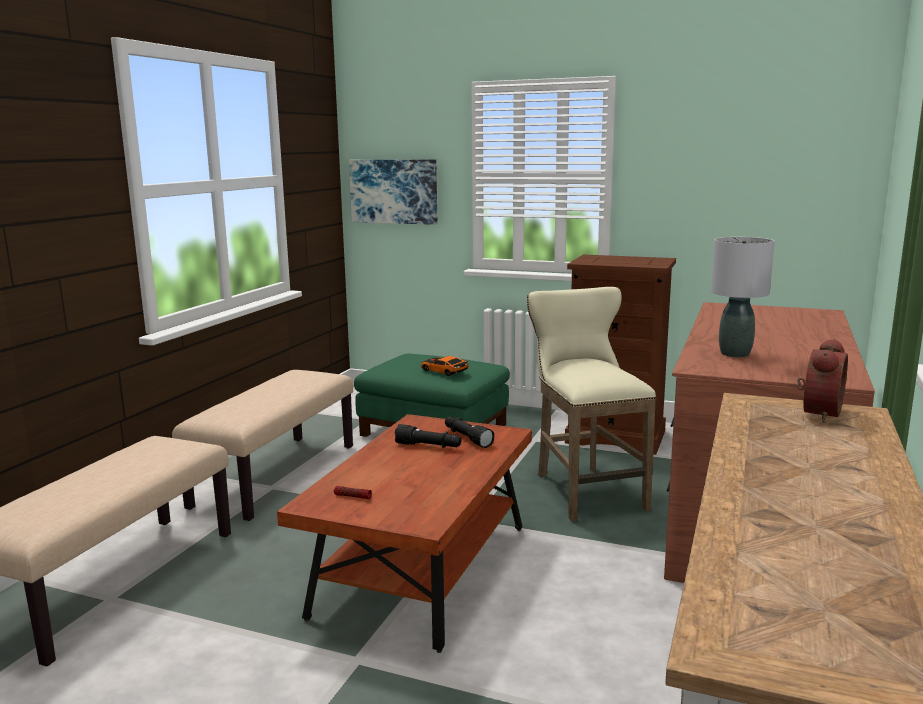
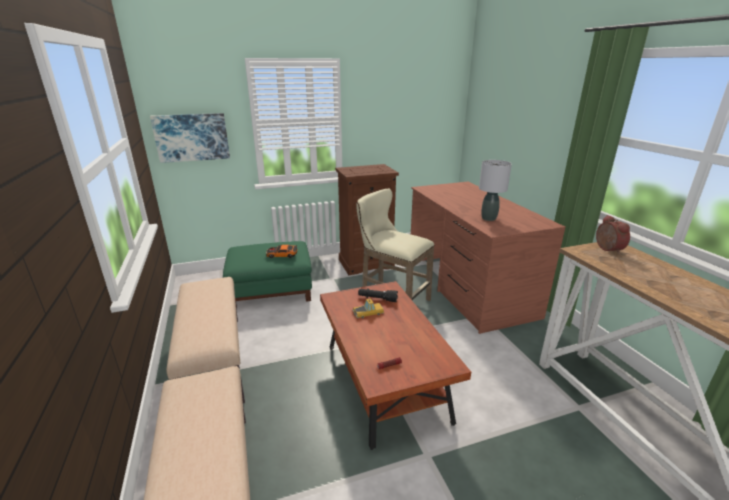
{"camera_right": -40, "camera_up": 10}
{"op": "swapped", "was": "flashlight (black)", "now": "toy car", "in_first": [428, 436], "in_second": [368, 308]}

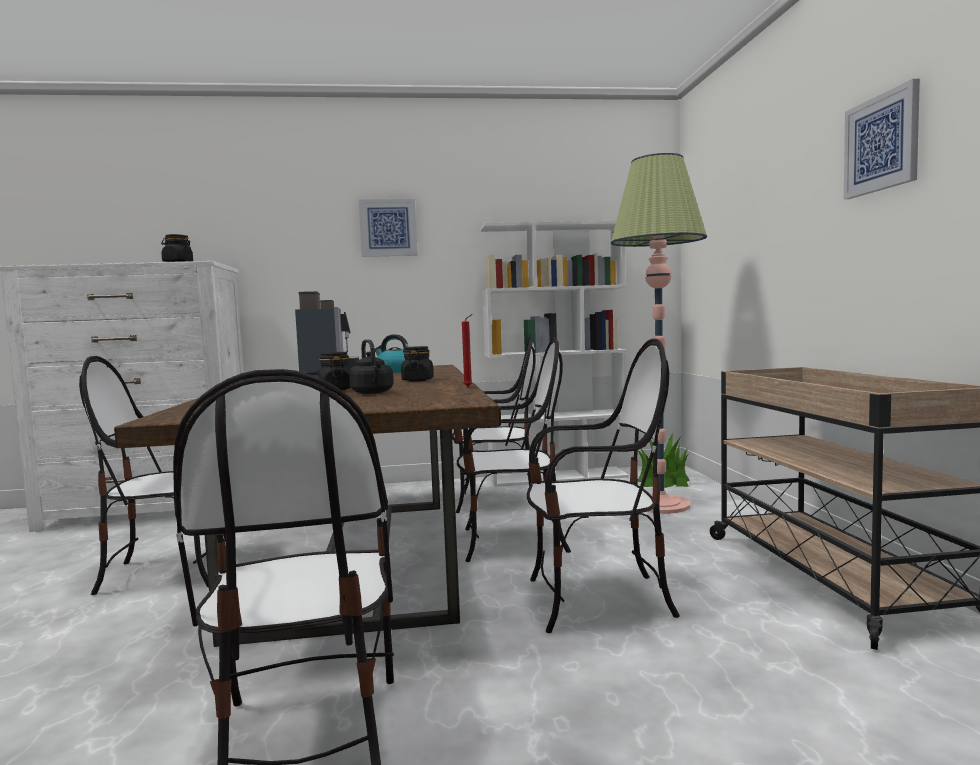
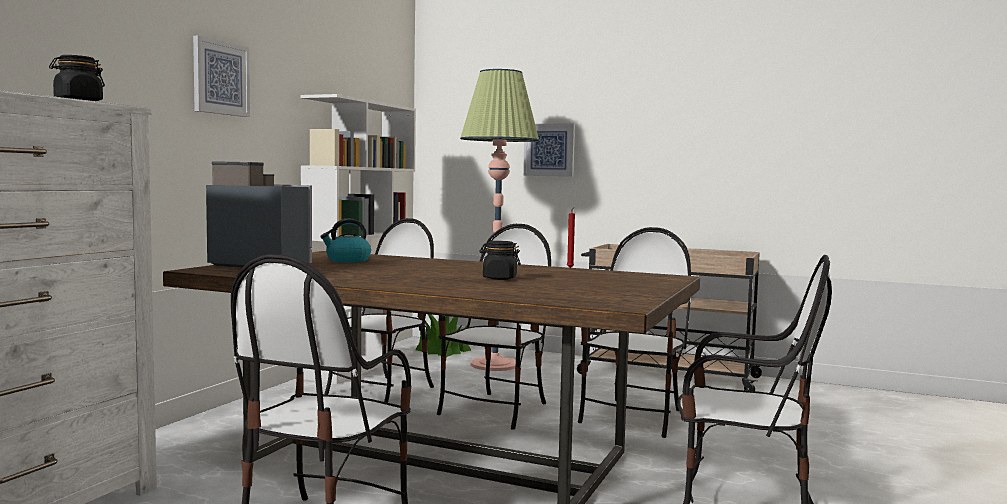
{"camera_right": -60, "camera_up": 0}
{"op": "shifted", "was": "picture", "in_first": [882, 139], "in_second": [549, 150]}
{"op": "gone", "was": "kettle (black)", "in_first": [371, 366]}
{"op": "gone", "was": "jar (black)", "in_first": [417, 364]}

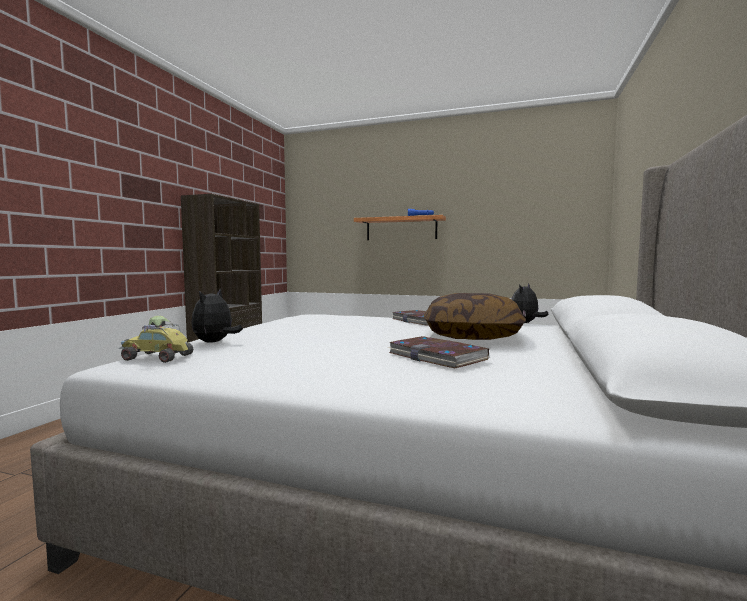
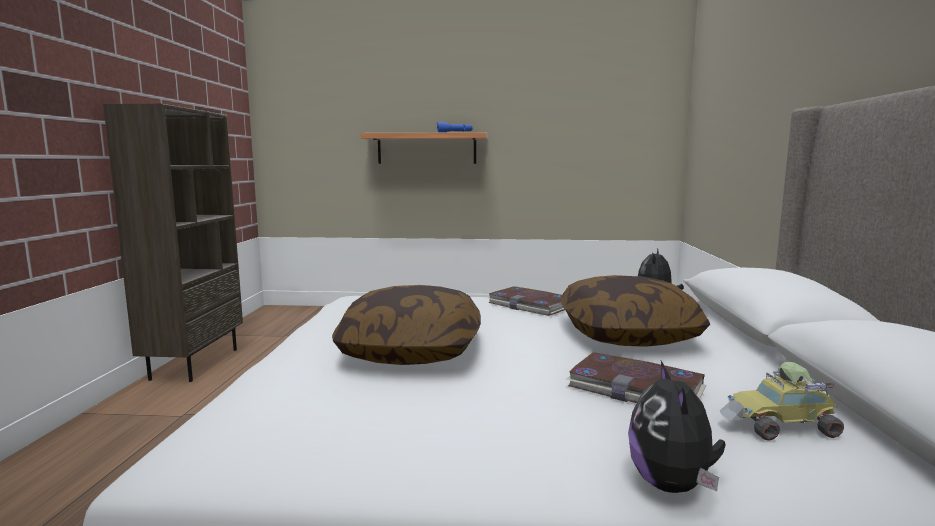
{"camera_right": -15, "camera_up": 5}
{"op": "new", "now": "pillow", "in_second": [406, 325]}
{"op": "shifted", "was": "plush toy", "in_first": [217, 315], "in_second": [677, 427]}
{"op": "shifted", "was": "toy car", "in_first": [156, 339], "in_second": [782, 401]}

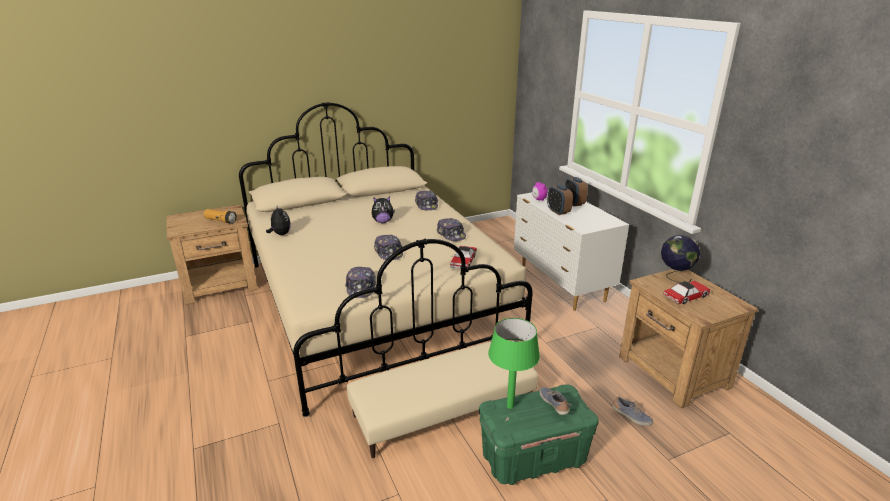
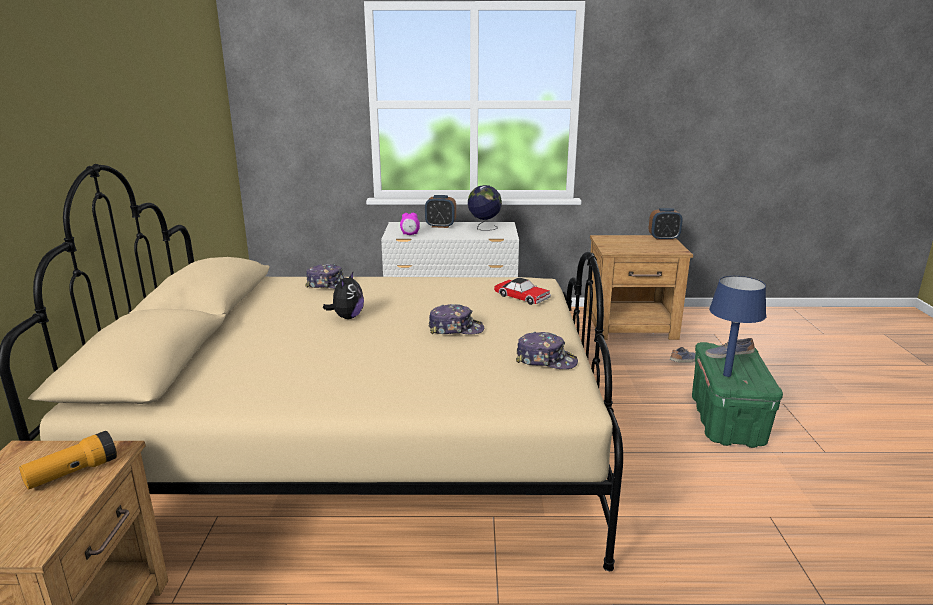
{"camera_right": -65, "camera_up": -5}
{"op": "shifted", "was": "globe", "in_first": [680, 259], "in_second": [485, 208]}
{"op": "shifted", "was": "alarm clock", "in_first": [560, 199], "in_second": [666, 224]}
{"op": "repainted", "was": "table lamp (green)", "now": "table lamp (blue)", "in_first": [514, 363], "in_second": [737, 326]}
{"op": "gone", "was": "plush toy", "in_first": [278, 220]}
{"op": "gone", "was": "ottoman (beige)", "in_first": [442, 400]}
{"op": "gone", "was": "cap", "in_first": [451, 229]}
{"op": "gone", "was": "toy car", "in_first": [687, 292]}

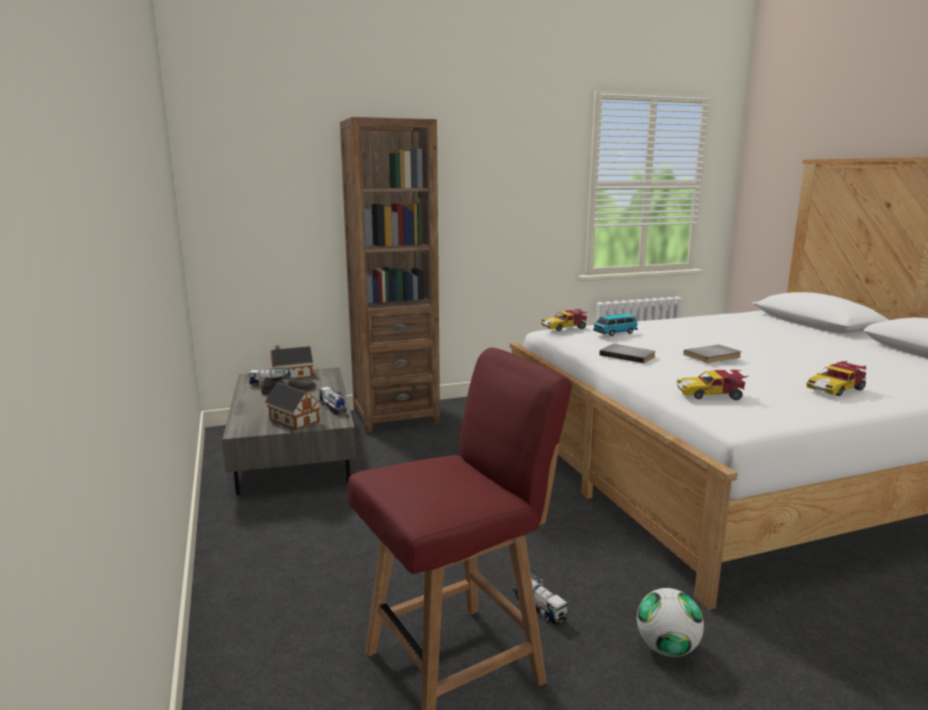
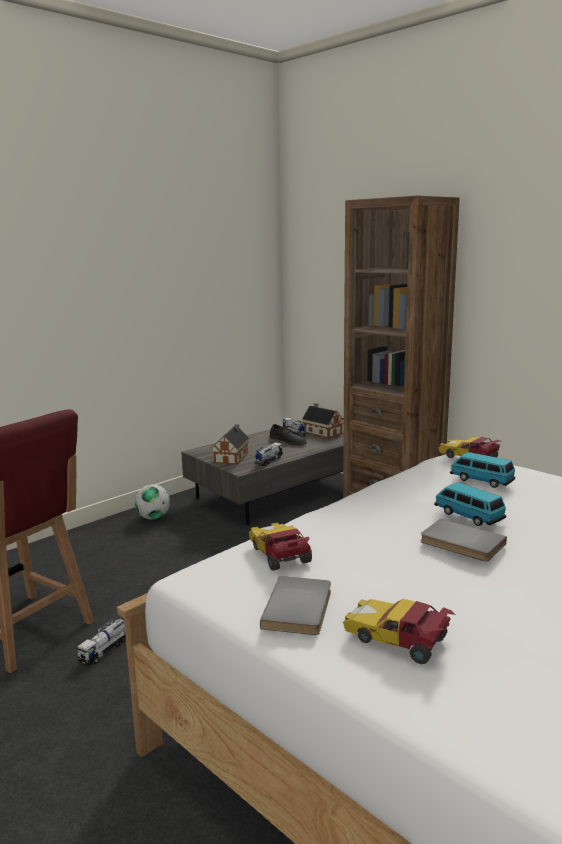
{"camera_right": 65, "camera_up": 0}
{"op": "shifted", "was": "football", "in_first": [670, 622], "in_second": [152, 502]}
{"op": "shifted", "was": "book (grey)", "in_first": [627, 353], "in_second": [295, 605]}
{"op": "new", "now": "toy car", "in_second": [470, 504]}

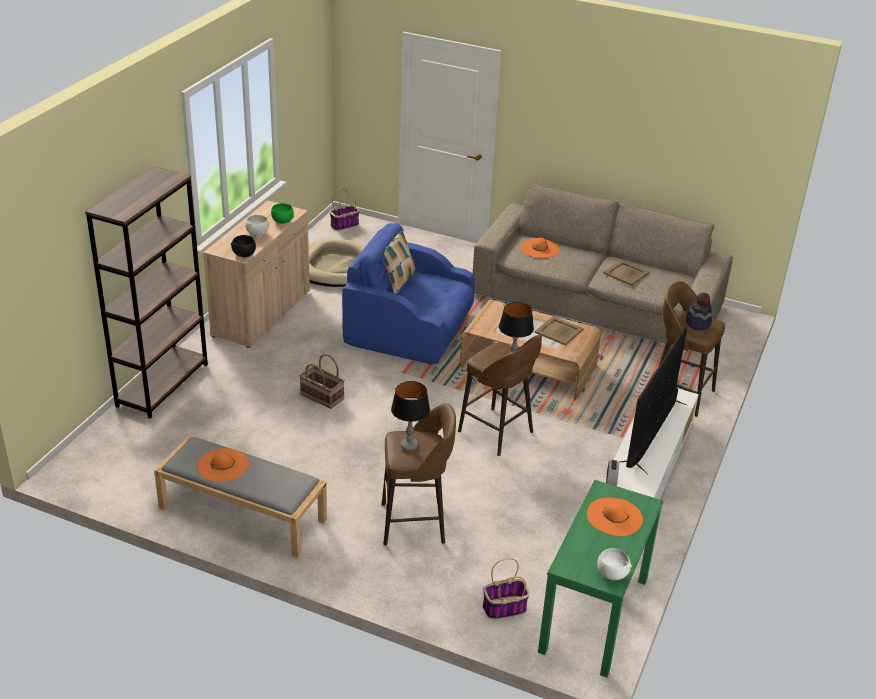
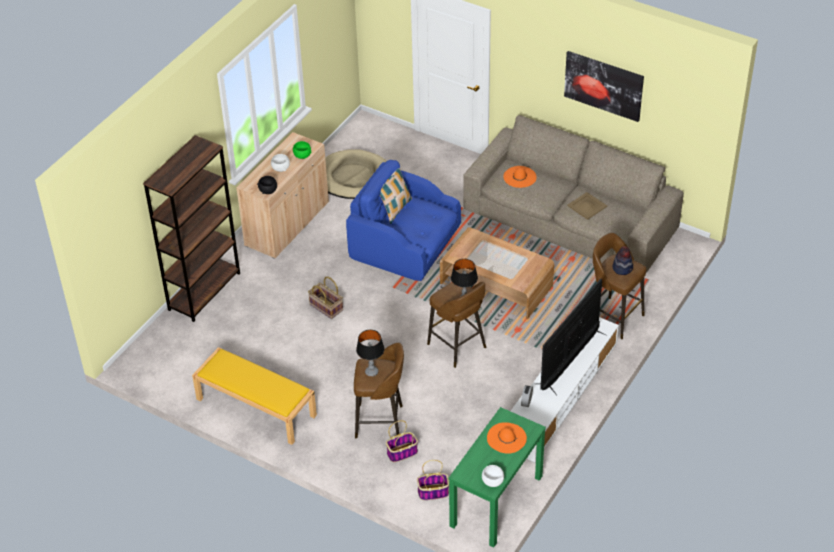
{"camera_right": 10, "camera_up": 10}
{"op": "repainted", "was": "bench (grey)", "now": "bench (yellow)", "in_first": [240, 497], "in_second": [254, 396]}
{"op": "shifted", "was": "basket", "in_first": [345, 209], "in_second": [402, 441]}
{"op": "new", "now": "picture", "in_second": [604, 86]}
{"op": "gone", "was": "hat (orange)", "in_first": [223, 465]}
{"op": "gone", "was": "tray (beige)", "in_first": [559, 330]}

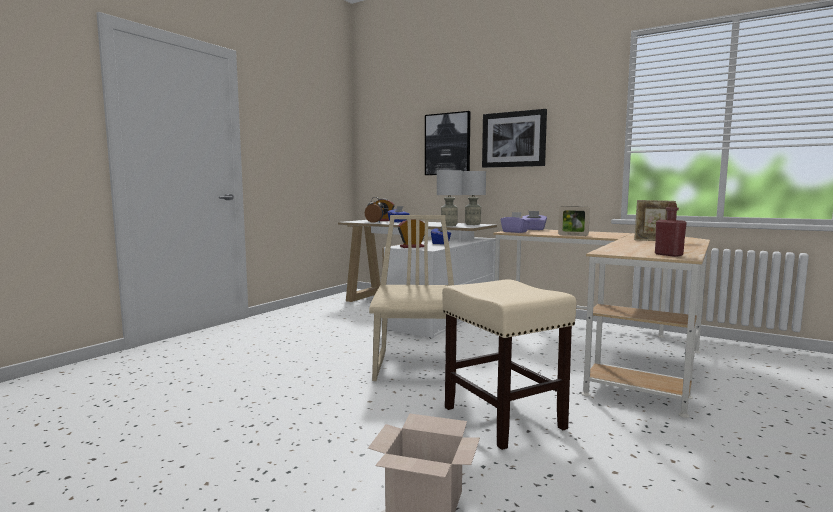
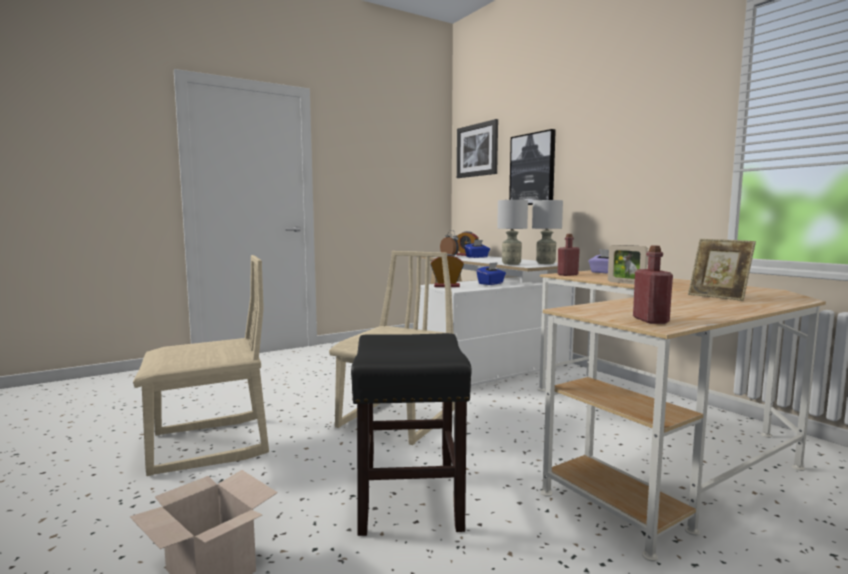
{"camera_right": 25, "camera_up": 0}
{"op": "new", "now": "chair (beige)", "in_second": [201, 365]}
{"op": "repainted", "was": "stool (beige)", "now": "stool (black)", "in_first": [509, 364], "in_second": [411, 434]}
{"op": "shifted", "was": "picture", "in_first": [514, 138], "in_second": [477, 148]}
{"op": "swapped", "was": "tissue box (purple)", "now": "bottle (red)", "in_first": [515, 222], "in_second": [569, 255]}

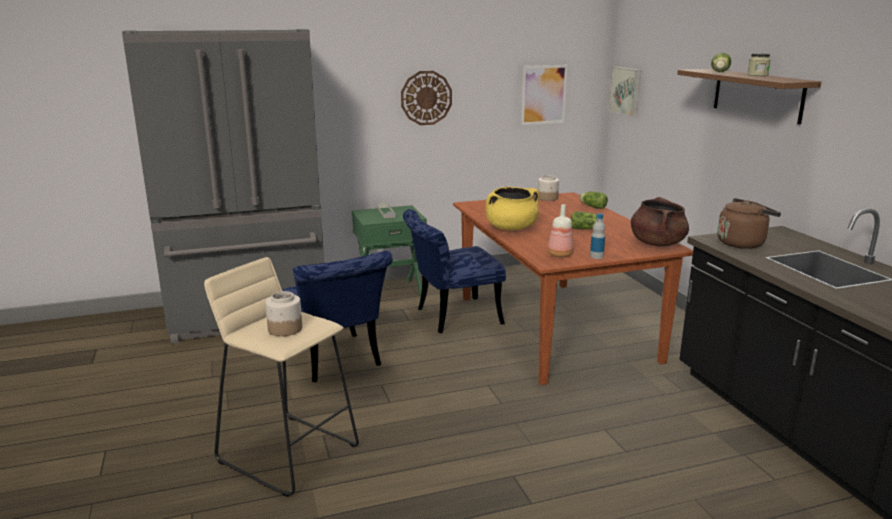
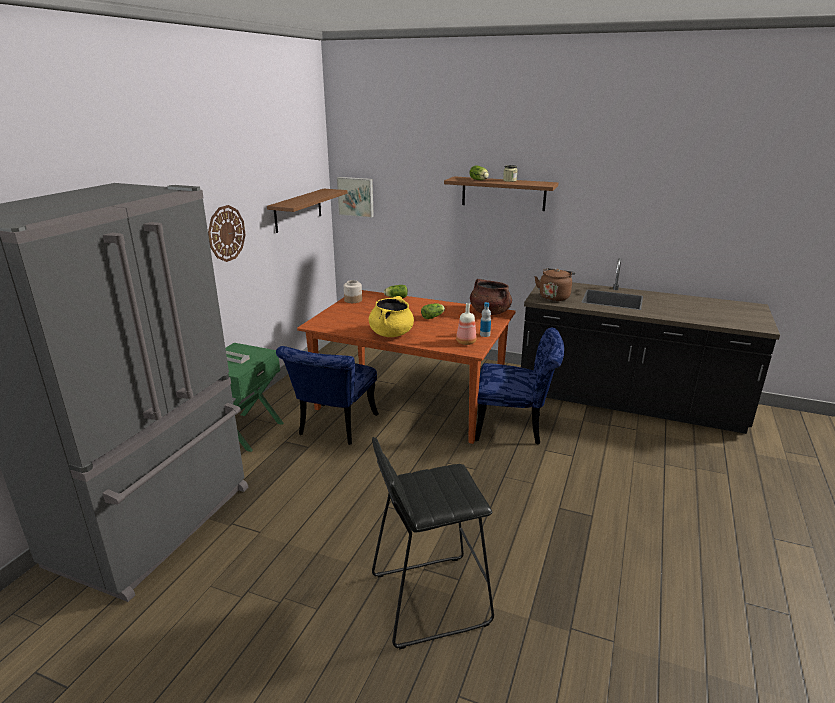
{"camera_right": -50, "camera_up": 5}
{"op": "swapped", "was": "picture", "now": "shelf (brown)", "in_first": [544, 95], "in_second": [307, 211]}
{"op": "repainted", "was": "stool (beige)", "now": "stool (black)", "in_first": [281, 377], "in_second": [433, 543]}
{"op": "shifted", "was": "chair (blue)", "in_first": [337, 316], "in_second": [519, 386]}
{"op": "gone", "was": "jar", "in_first": [283, 313]}

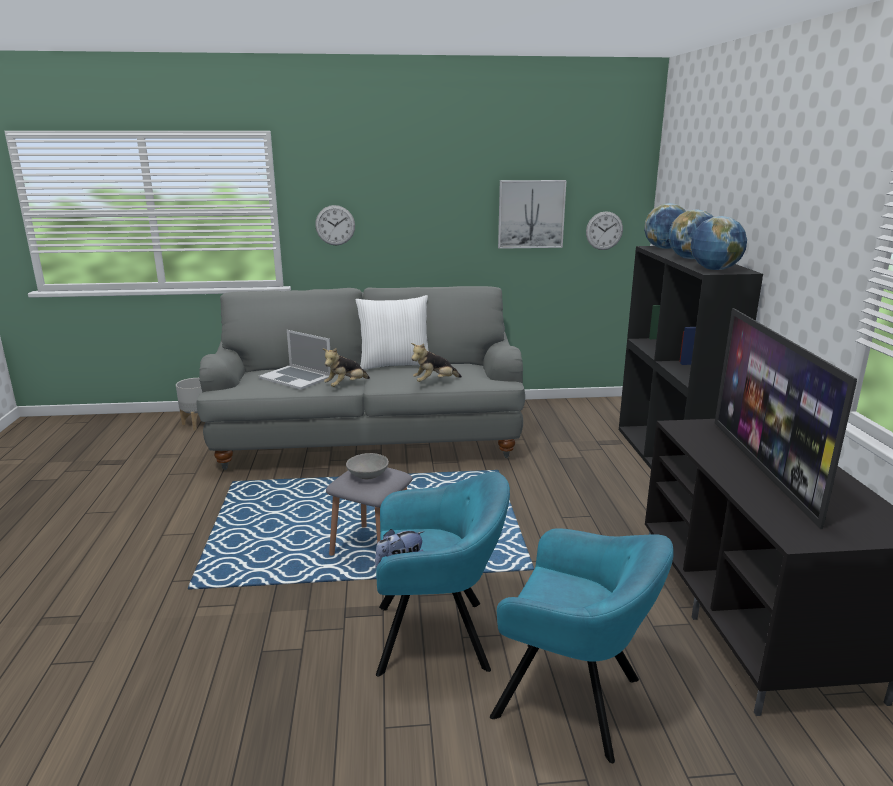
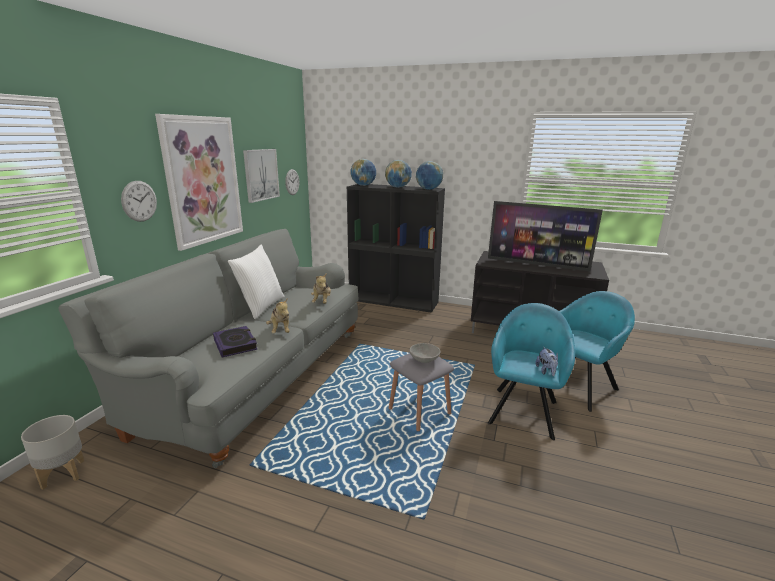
{"camera_right": -65, "camera_up": 0}
{"op": "new", "now": "picture", "in_second": [199, 182]}
{"op": "swapped", "was": "laptop", "now": "book", "in_first": [295, 360], "in_second": [235, 342]}

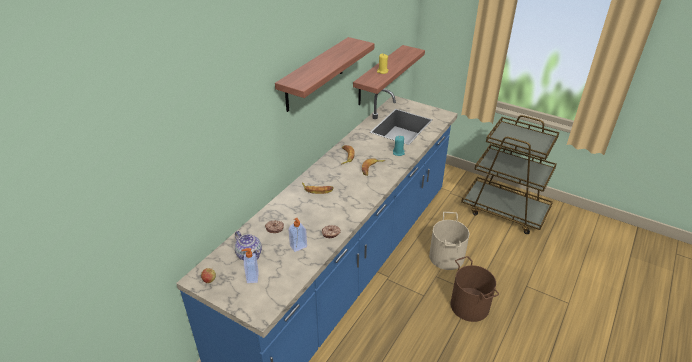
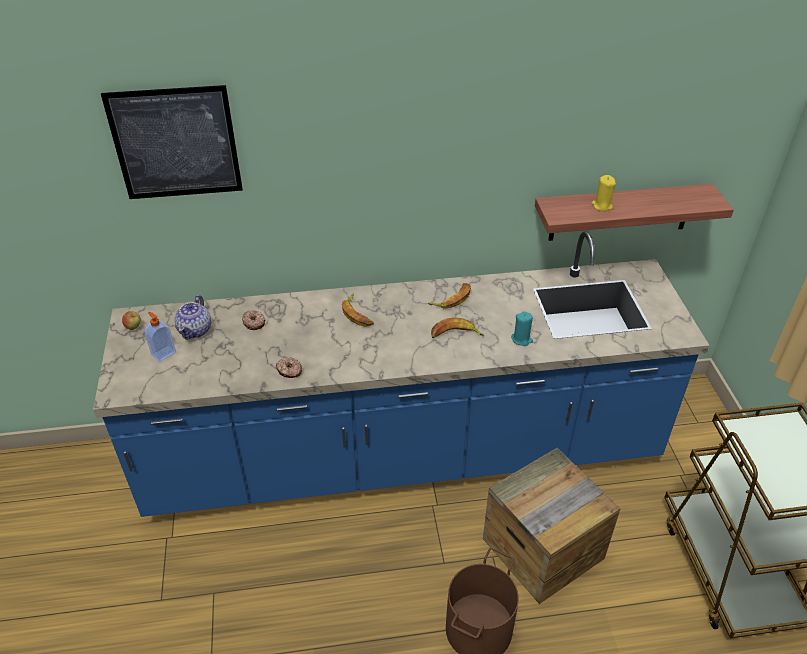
{"camera_right": 50, "camera_up": 5}
{"op": "new", "now": "picture", "in_second": [172, 142]}
{"op": "swapped", "was": "bucket (beige)", "now": "crate", "in_first": [449, 241], "in_second": [552, 526]}
{"op": "gone", "was": "shelf", "in_first": [325, 74]}
{"op": "gone", "was": "soap dispenser", "in_first": [298, 235]}

